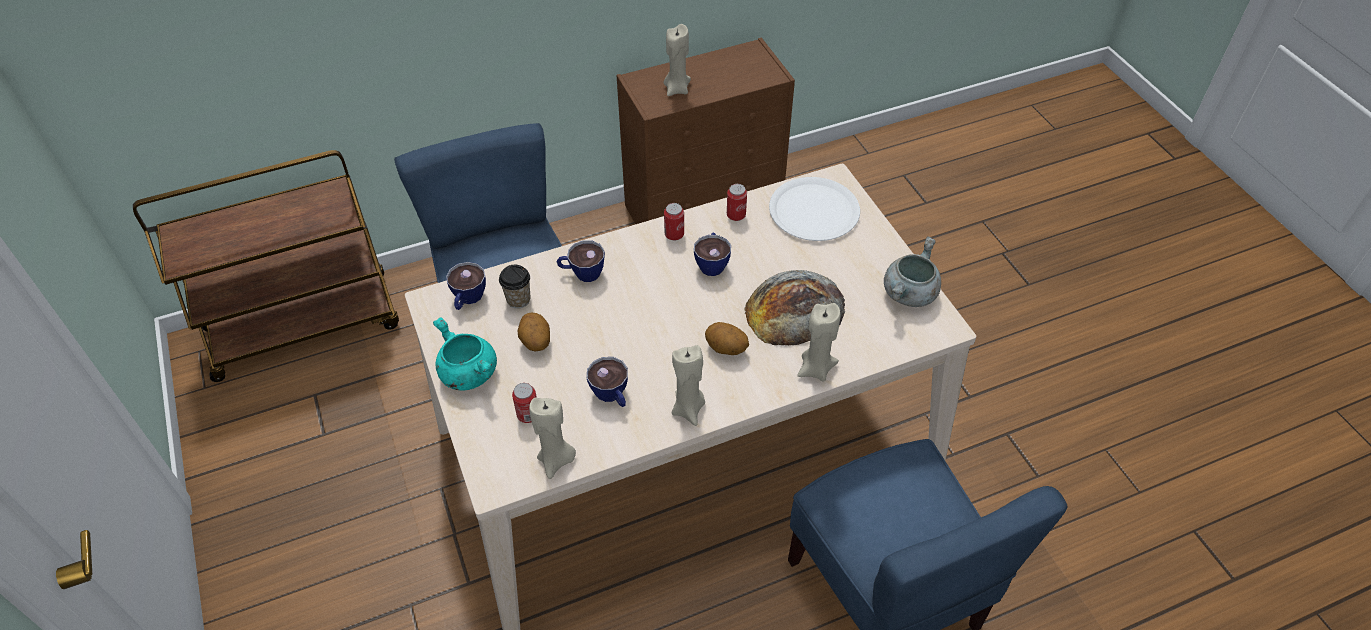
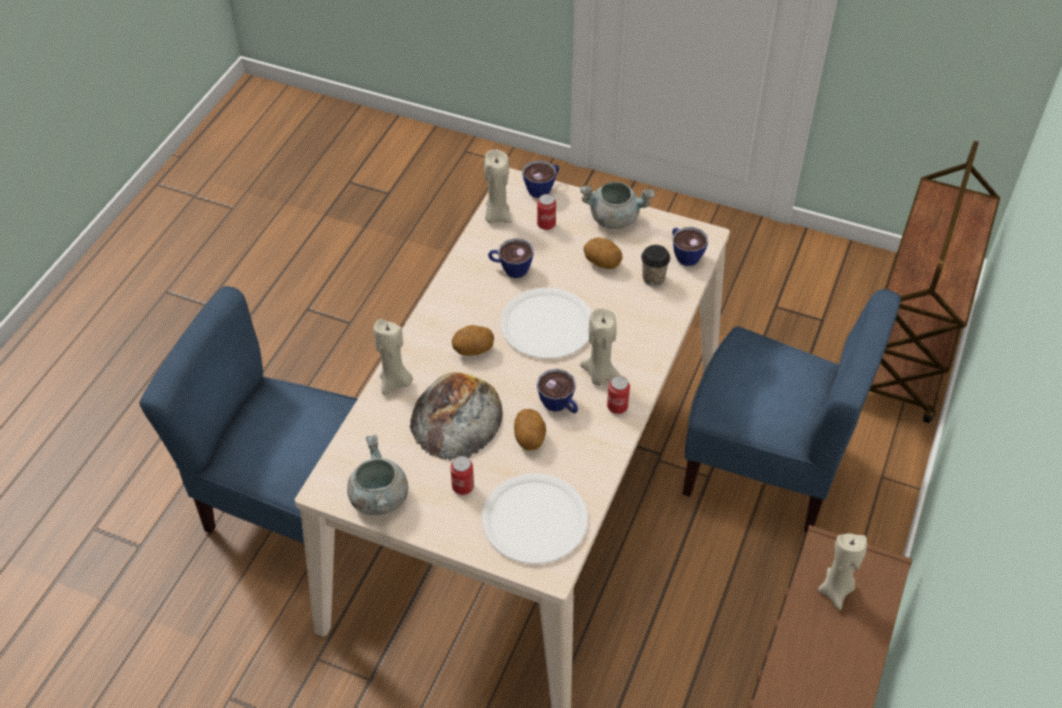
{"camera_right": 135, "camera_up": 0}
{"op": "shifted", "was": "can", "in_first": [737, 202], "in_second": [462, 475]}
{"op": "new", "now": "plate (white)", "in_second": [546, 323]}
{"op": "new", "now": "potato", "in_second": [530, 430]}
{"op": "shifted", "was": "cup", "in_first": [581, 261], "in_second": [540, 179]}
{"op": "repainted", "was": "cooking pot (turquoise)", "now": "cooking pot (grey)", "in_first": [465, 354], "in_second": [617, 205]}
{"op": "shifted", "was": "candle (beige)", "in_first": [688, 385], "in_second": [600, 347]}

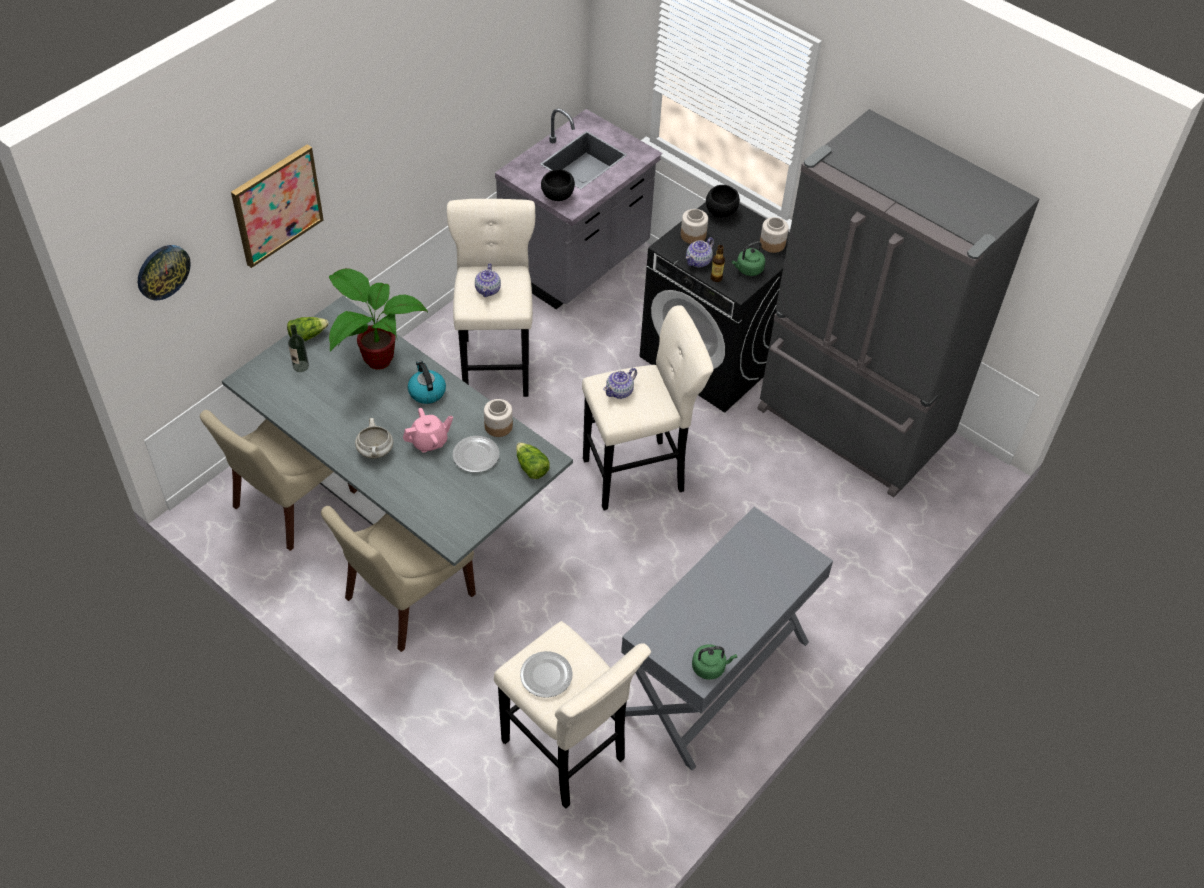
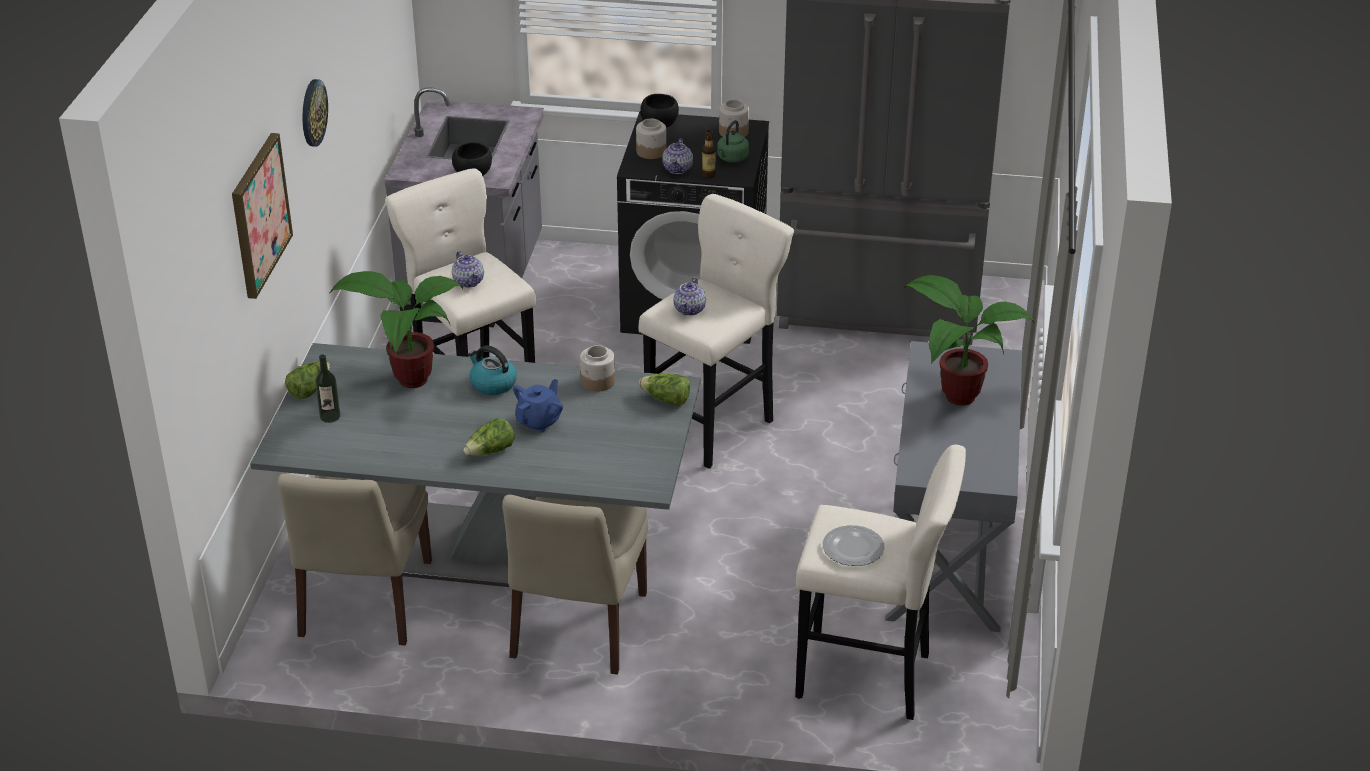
{"camera_right": -30, "camera_up": -15}
{"op": "shifted", "was": "wall clock", "in_first": [164, 272], "in_second": [315, 113]}
{"op": "swapped", "was": "cooking pot (white)", "now": "lettuce", "in_first": [374, 438], "in_second": [489, 436]}
{"op": "repainted", "was": "teapot (pink)", "now": "teapot (blue)", "in_first": [428, 430], "in_second": [538, 406]}
{"op": "new", "now": "potted plant", "in_second": [969, 340]}
{"op": "gone", "was": "plate", "in_first": [476, 454]}
{"op": "gone", "was": "kettle (green)", "in_first": [714, 662]}

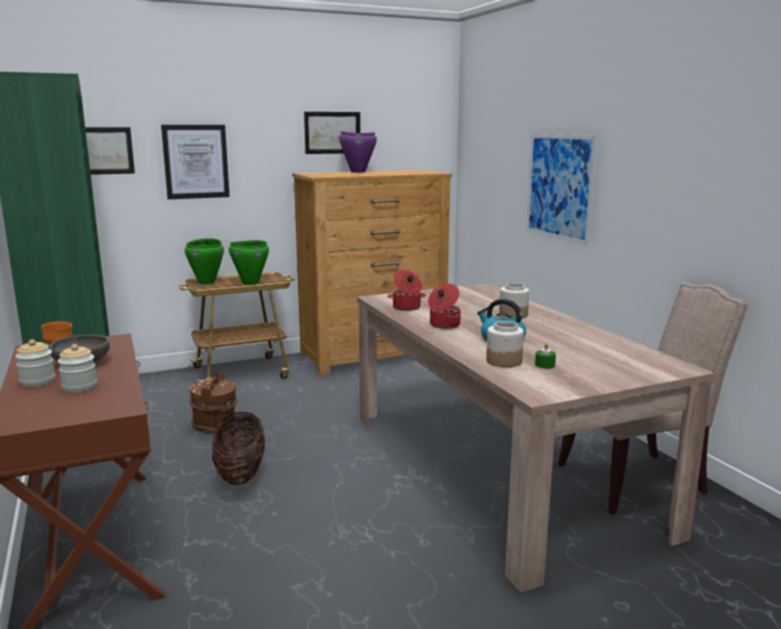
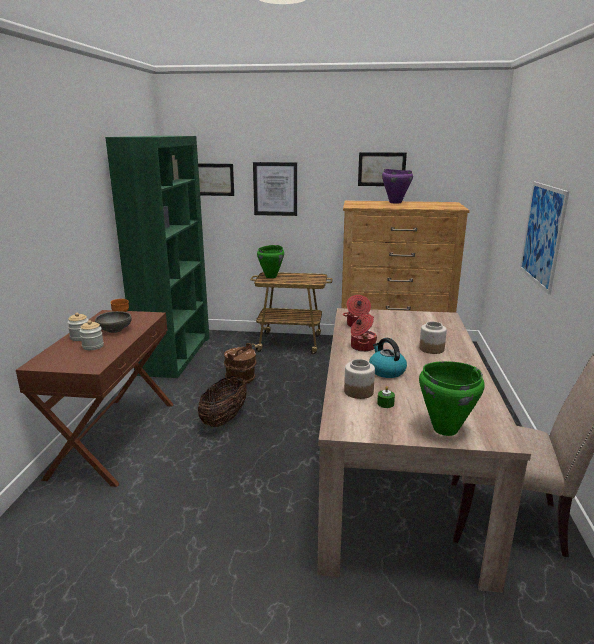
{"camera_right": 30, "camera_up": 5}
{"op": "shifted", "was": "cooking pot (green)", "in_first": [249, 262], "in_second": [451, 398]}

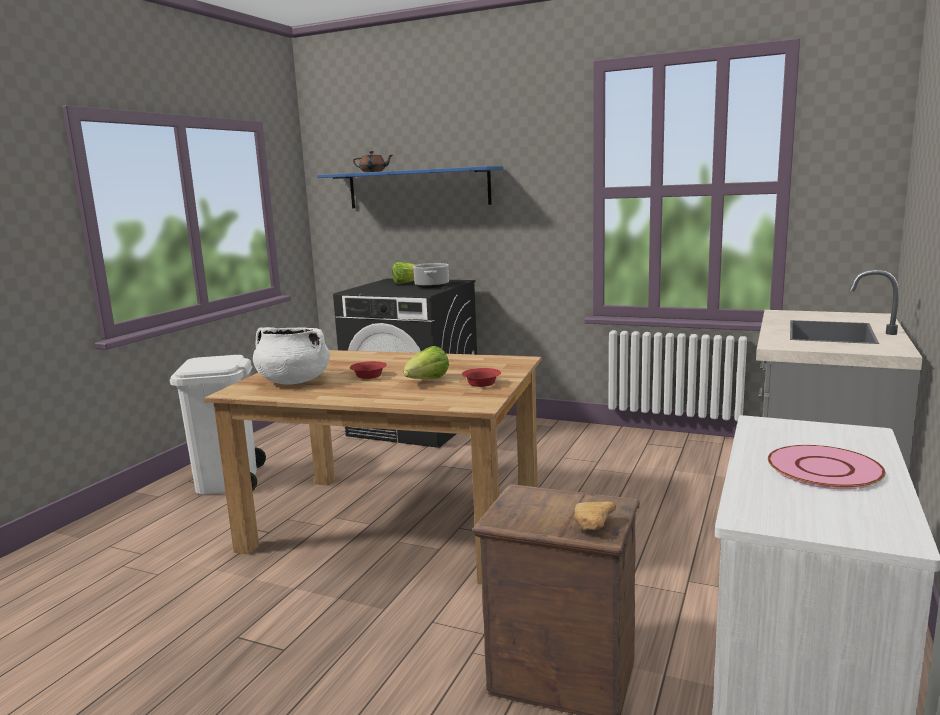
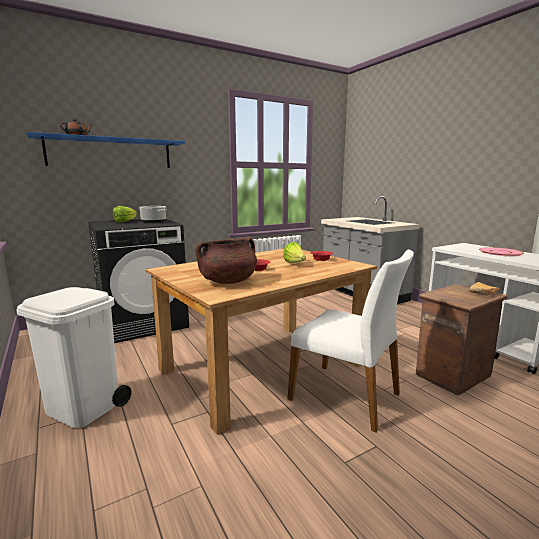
{"camera_right": -55, "camera_up": 0}
{"op": "repainted", "was": "cooking pot (white)", "now": "cooking pot (brown)", "in_first": [291, 356], "in_second": [226, 260]}
{"op": "new", "now": "chair (white)", "in_second": [350, 341]}

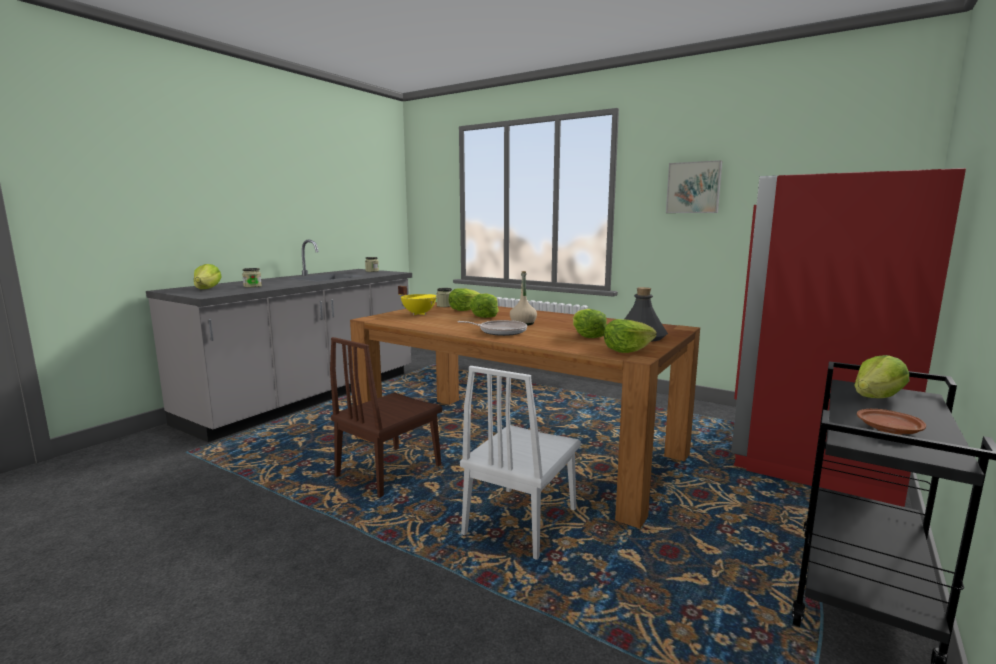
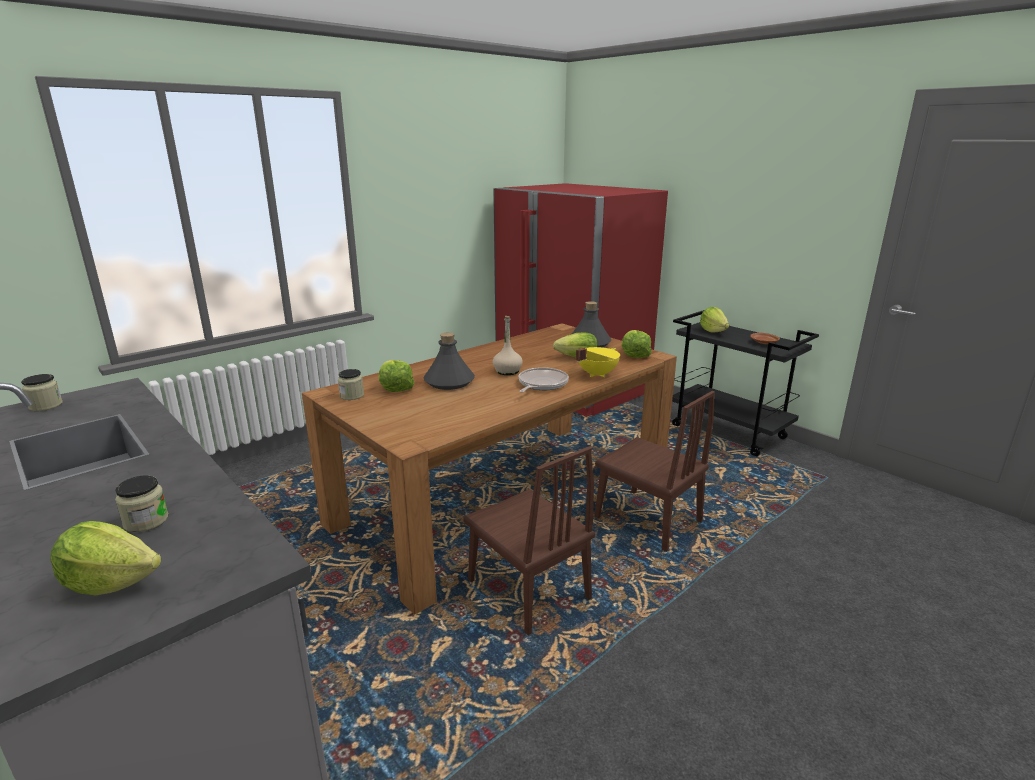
{"camera_right": -75, "camera_up": 10}
{"op": "swapped", "was": "lettuce", "now": "bottle (grey)", "in_first": [484, 305], "in_second": [449, 361]}
{"op": "shifted", "was": "cooking pot (yellow)", "in_first": [417, 300], "in_second": [598, 362]}
{"op": "repainted", "was": "chair (white)", "now": "chair (brown)", "in_first": [520, 463], "in_second": [655, 471]}
{"op": "gone", "was": "picture", "in_first": [694, 186]}

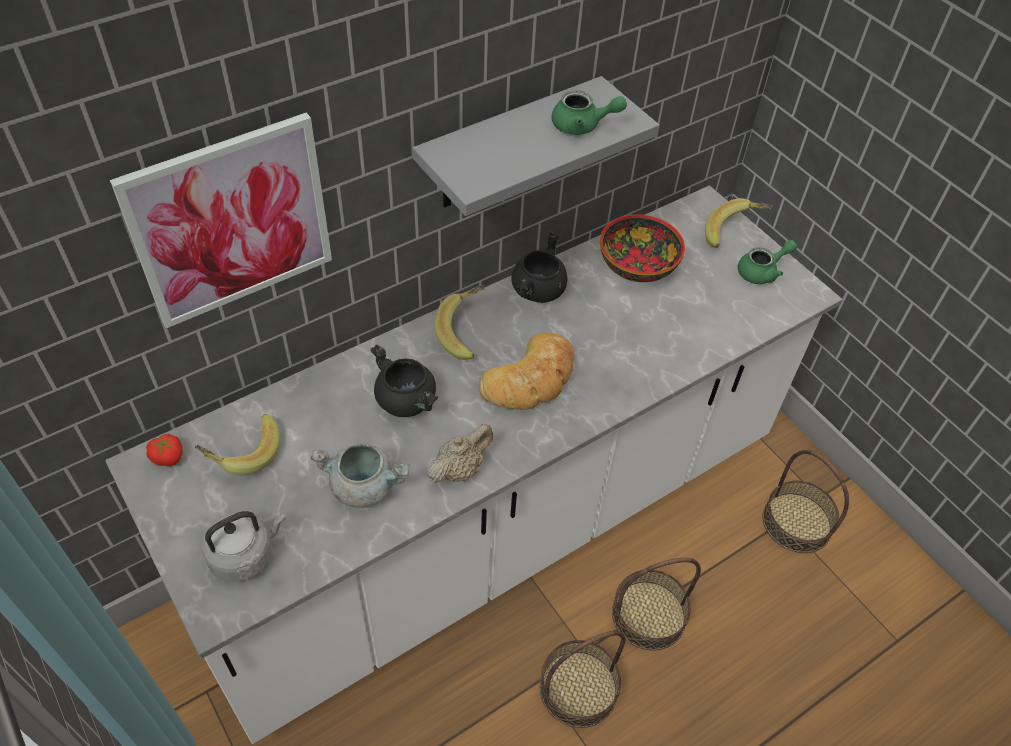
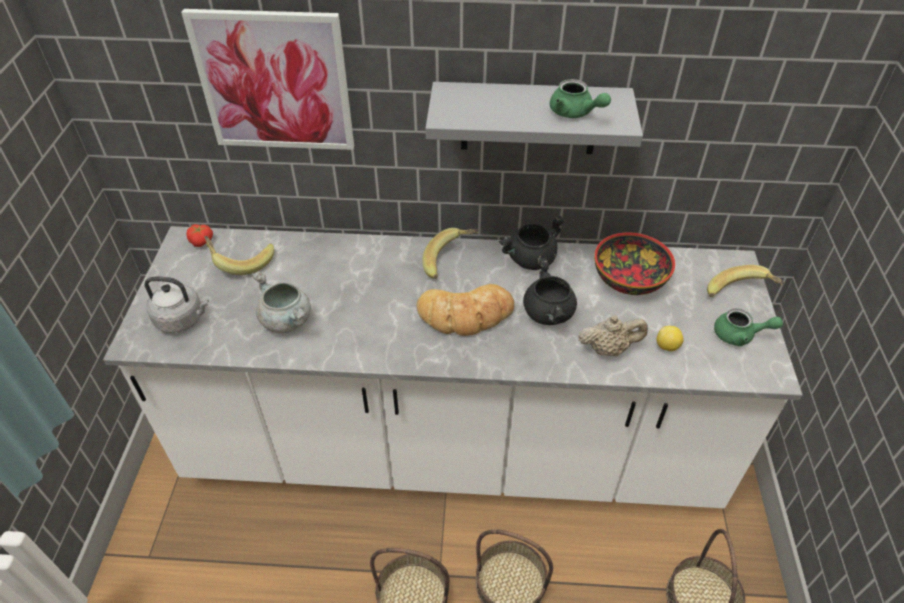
{"camera_right": 40, "camera_up": -5}
{"op": "shifted", "was": "cooking pot (black)", "in_first": [404, 381], "in_second": [550, 291]}
{"op": "shifted", "was": "teapot (beige)", "in_first": [460, 453], "in_second": [613, 335]}
{"op": "new", "now": "lemon", "in_second": [670, 339]}

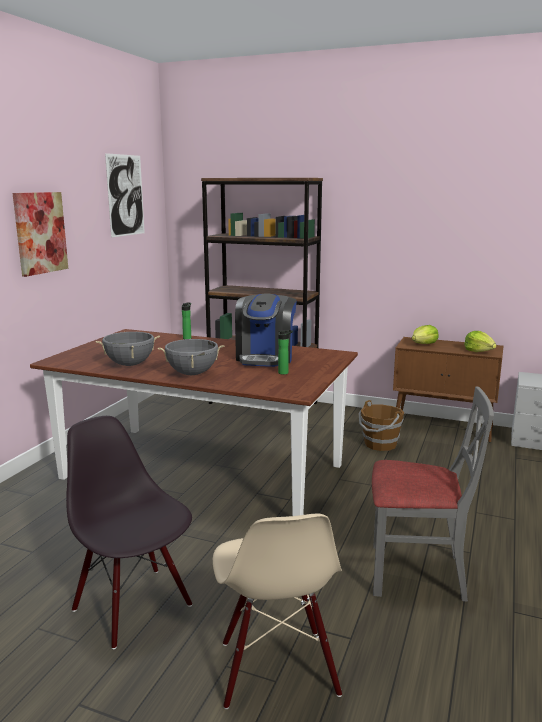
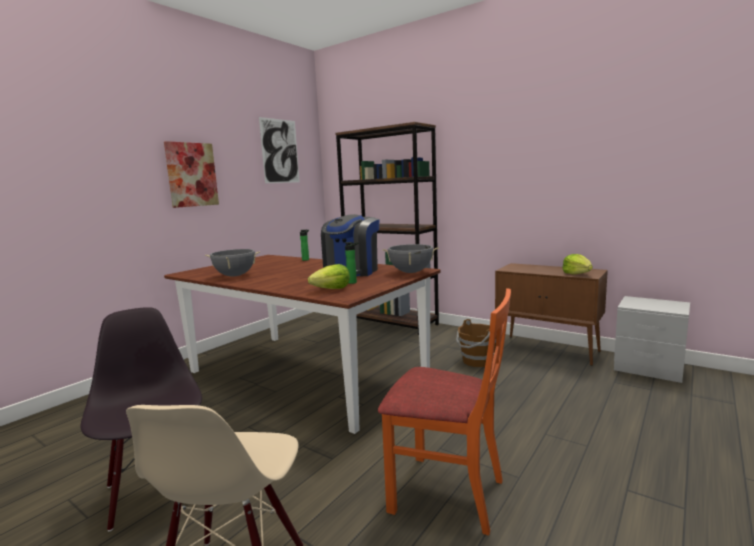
{"camera_right": 15, "camera_up": -5}
{"op": "shifted", "was": "lettuce", "in_first": [425, 334], "in_second": [329, 276]}
{"op": "repainted", "was": "chair (grey)", "now": "chair (orange)", "in_first": [433, 494], "in_second": [444, 411]}
{"op": "shifted", "was": "cooking pot (grey)", "in_first": [191, 356], "in_second": [410, 258]}

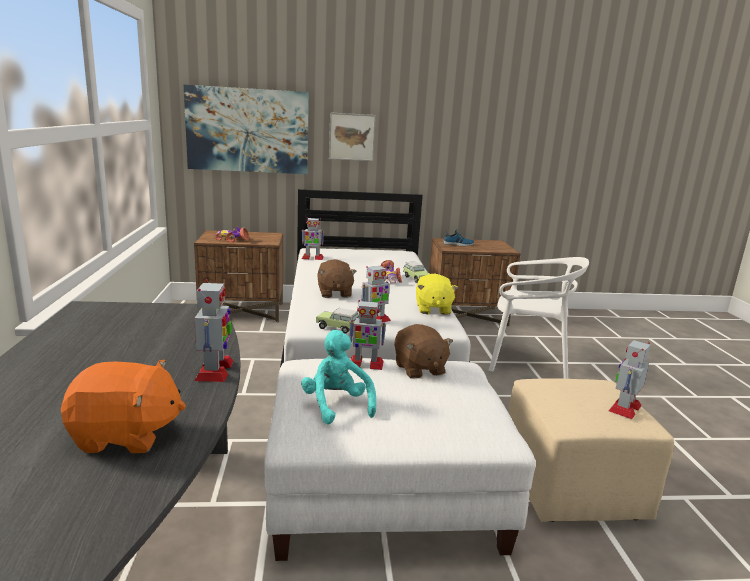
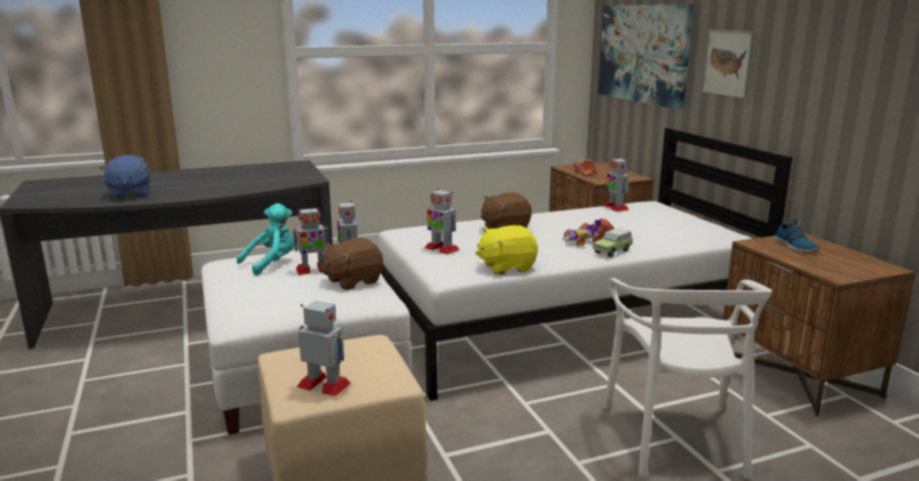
{"camera_right": 75, "camera_up": 0}
{"op": "repainted", "was": "plush toy (orange)", "now": "plush toy (blue)", "in_first": [123, 406], "in_second": [124, 177]}
{"op": "shifted", "was": "toy robot", "in_first": [213, 330], "in_second": [310, 241]}
{"op": "gone", "was": "toy car", "in_first": [337, 320]}

